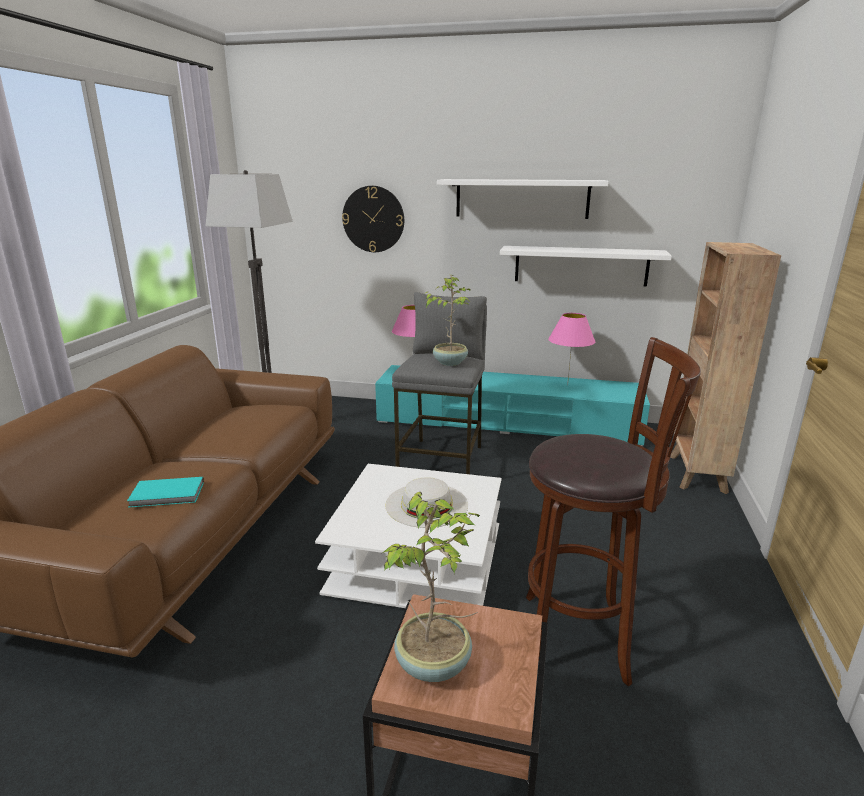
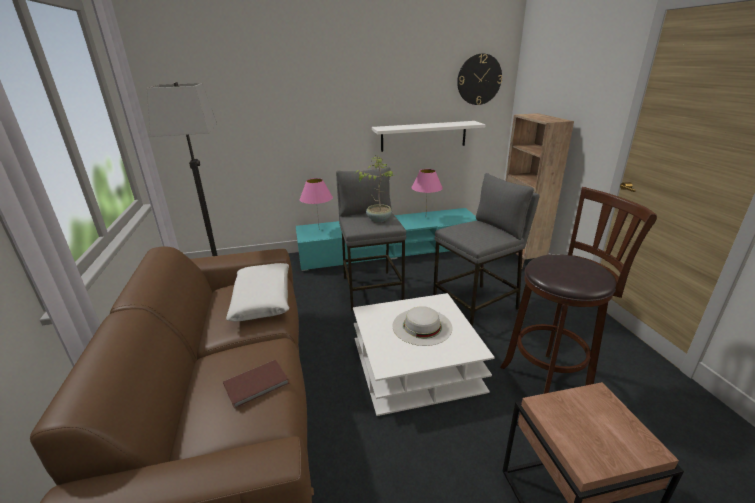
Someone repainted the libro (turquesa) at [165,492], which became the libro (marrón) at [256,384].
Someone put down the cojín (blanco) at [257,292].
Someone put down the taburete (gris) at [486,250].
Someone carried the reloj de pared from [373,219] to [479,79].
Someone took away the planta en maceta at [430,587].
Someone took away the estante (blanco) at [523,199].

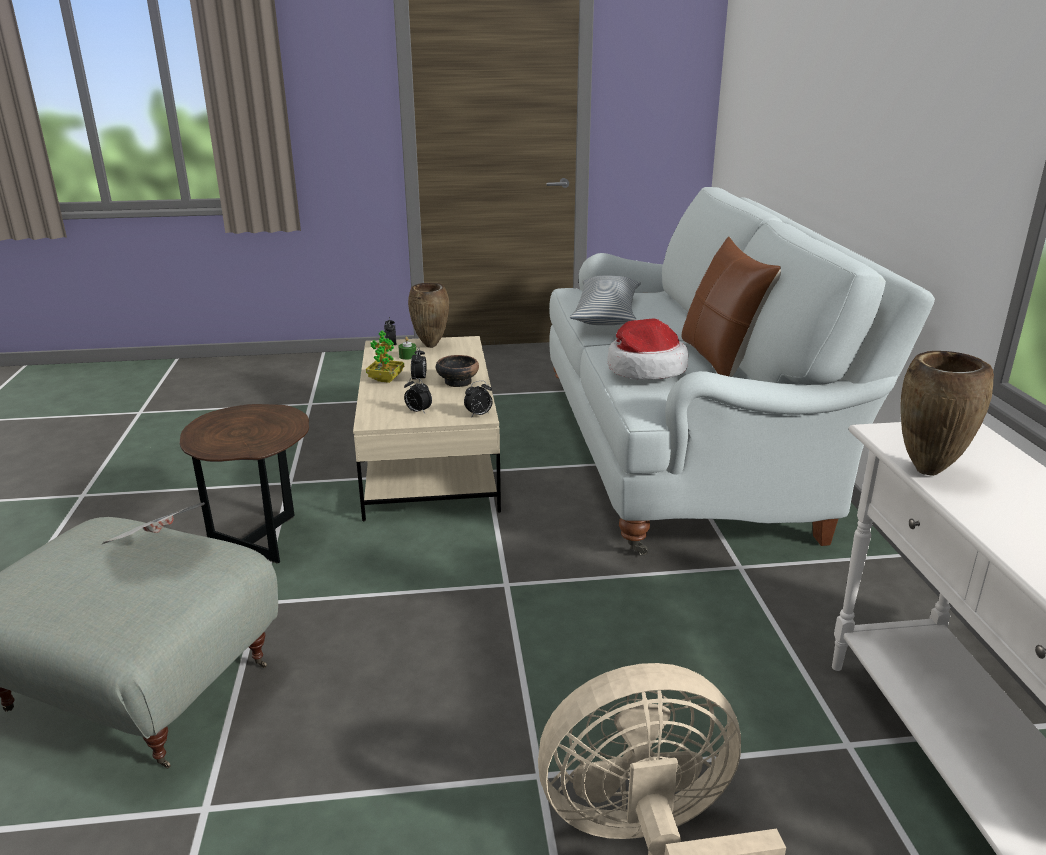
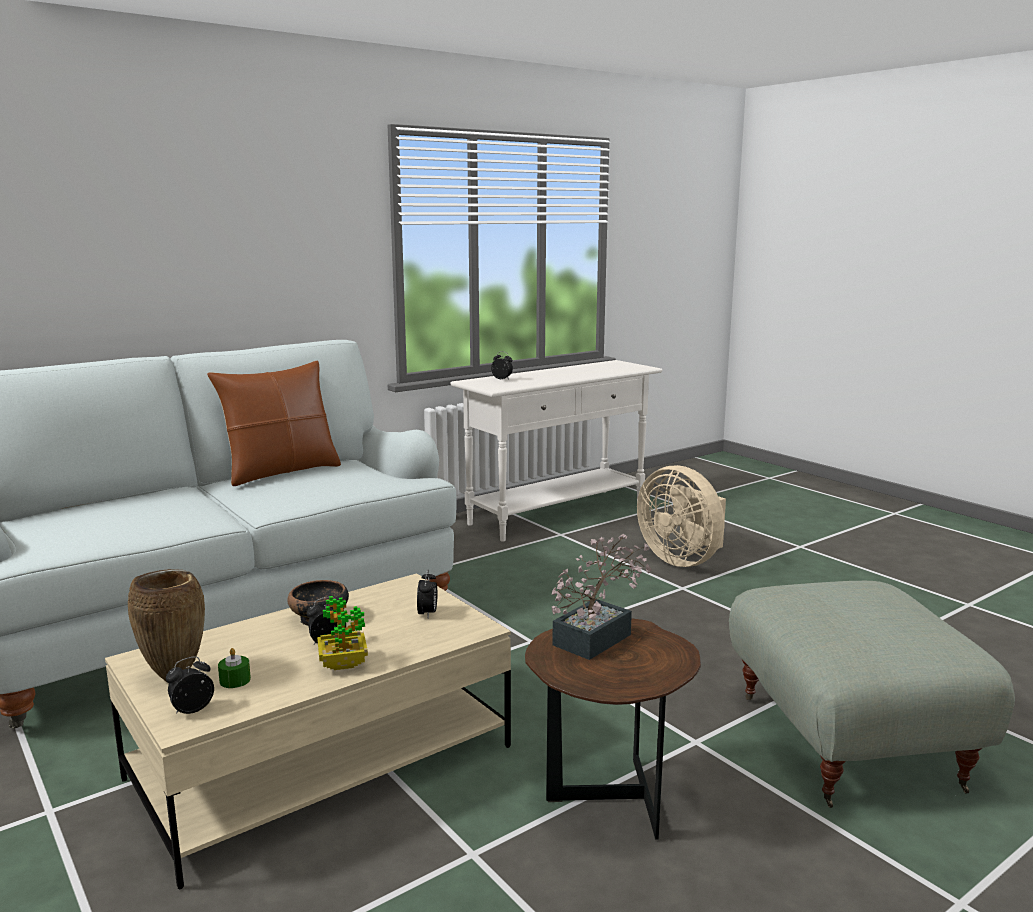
Someone carried the despertador from [478,398] to [502,365].
Someone put down the planta en maceta at [602,597].
Someone took away the periódico at [153,523].
Someone took away the cojín at [605,300].
Someone took away the sombrero at [647,349].
Someone took away the florero (marrón) at [947,413].

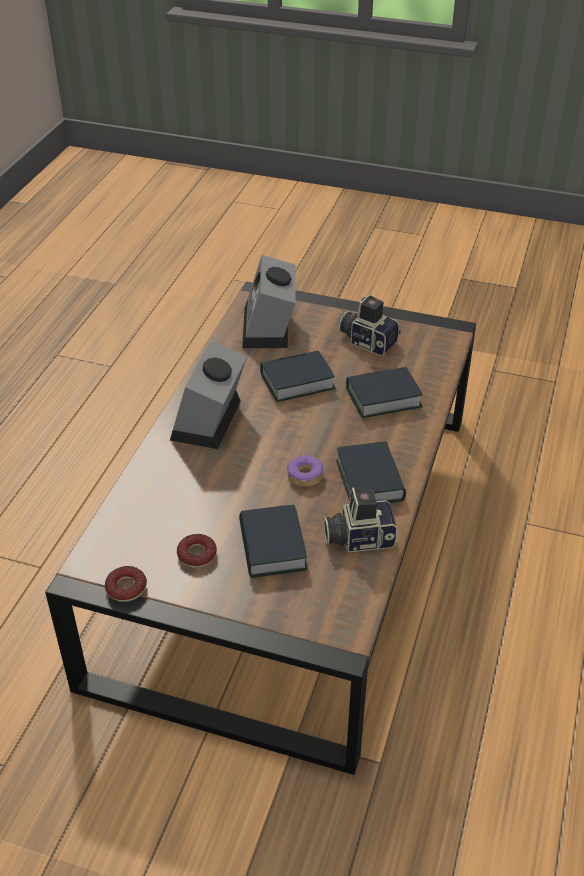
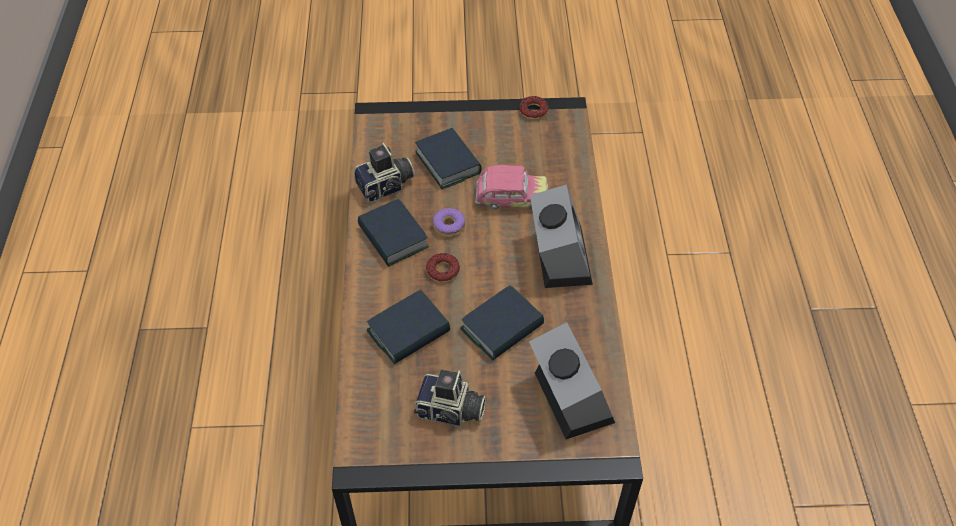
Someone carried the rosquilla from [197,551] to [443,267].
Someone put down the coche de juguete at [511,187].

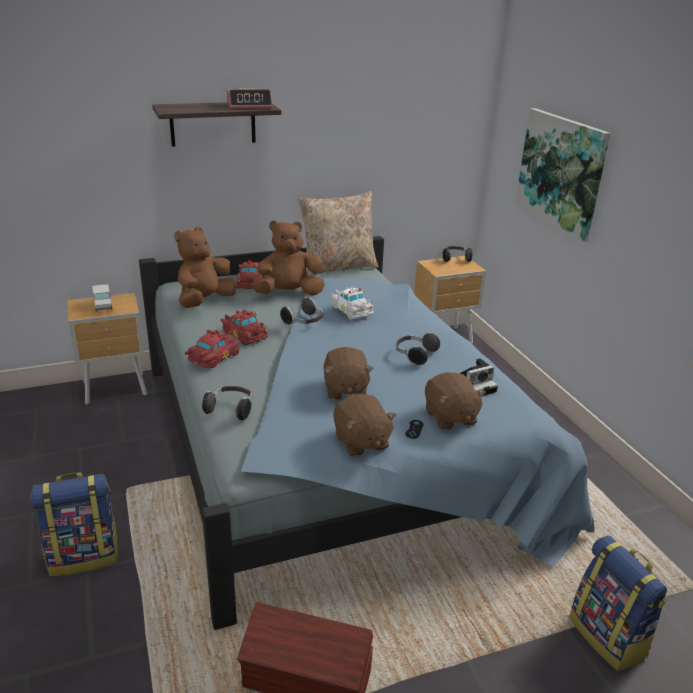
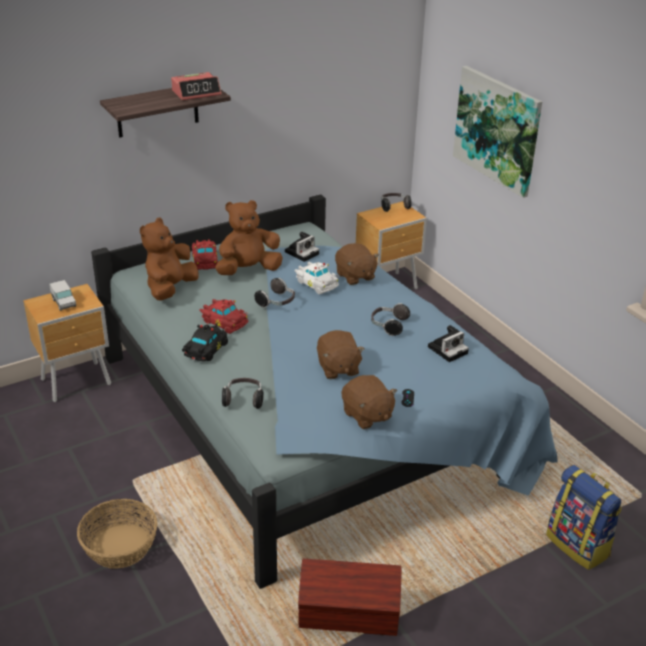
Someone swapped the mochila at [74,524] for the cesta at [117,534].
Someone repainted the coche de juguete (rojo) at [212,349], which became the coche de juguete (negro) at [205,342].
Someone put down the cámara at [302,247].
Someone carried the peluche (marrón) from [455,401] to [357,264].
Someone took away the cojín (beis) at [338,233].

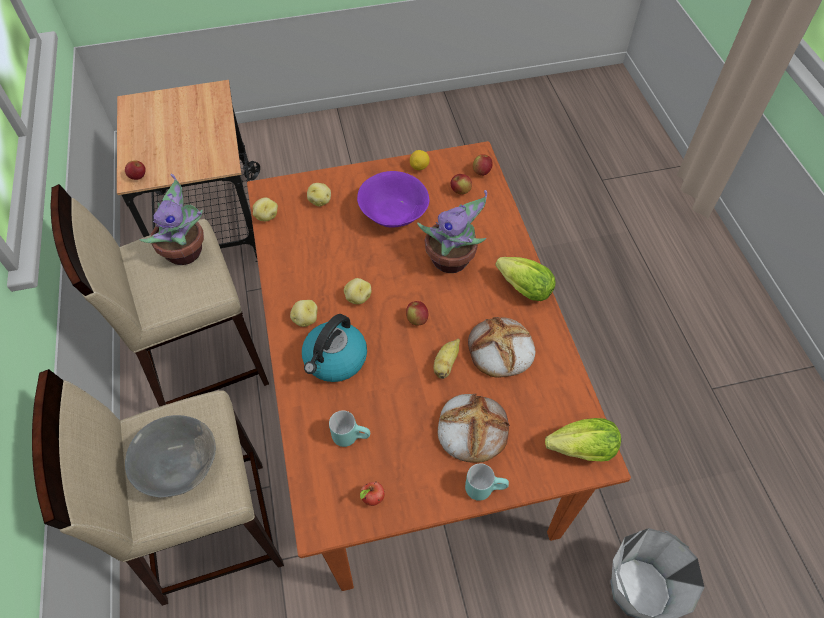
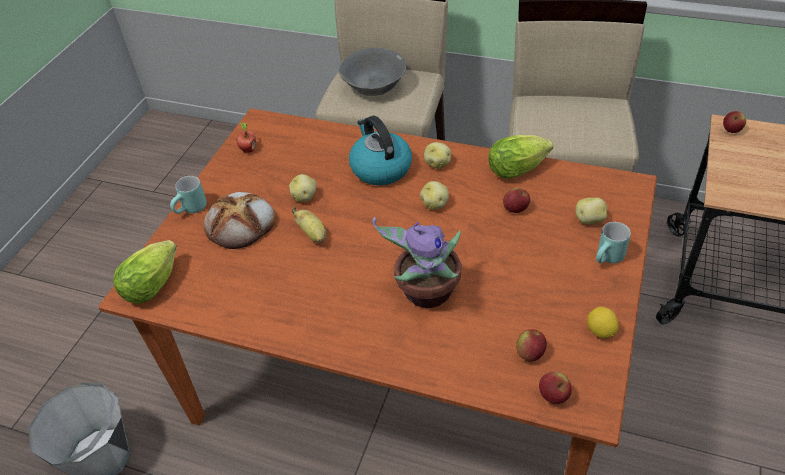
Someone carried the patata from [265,209] to [303,188].
Someone carried the lechuga from [525,279] to [520,157].
Someone carried the manzana from [417,313] to [516,200].
Someone carried the taza grande (turquesa) from [349,428] to [613,243].
Someone took away the planta en maceta at [171,219].
Someone took away the cuenco (morado) at [393,199].
Someone took away the pan at [502,347].

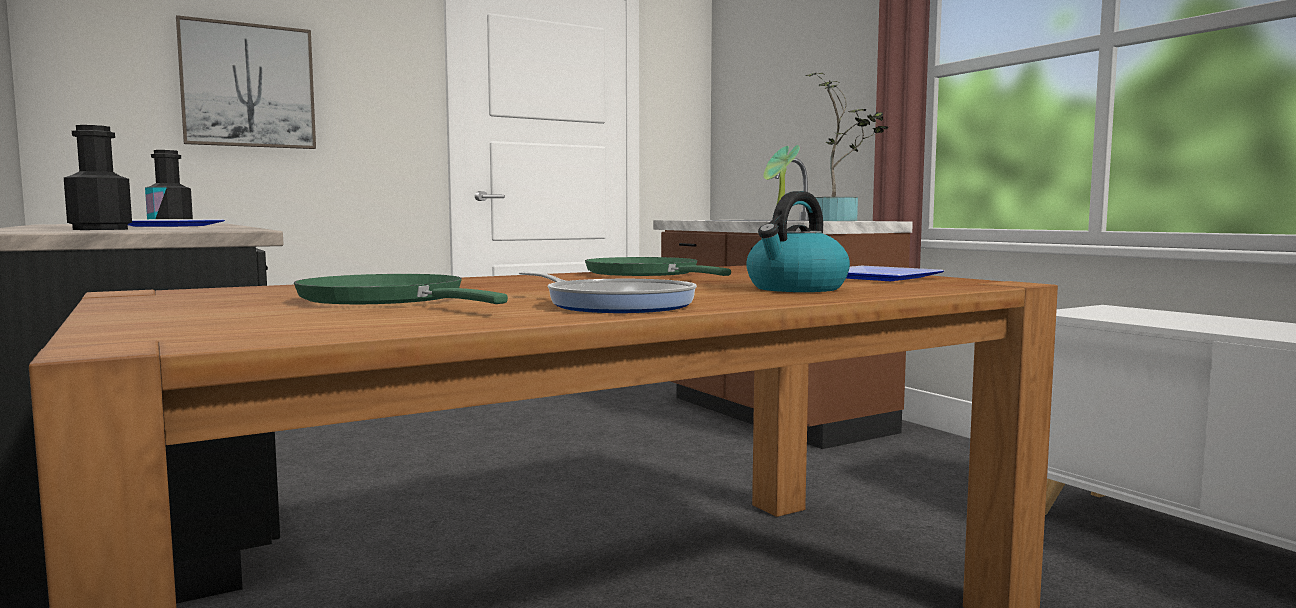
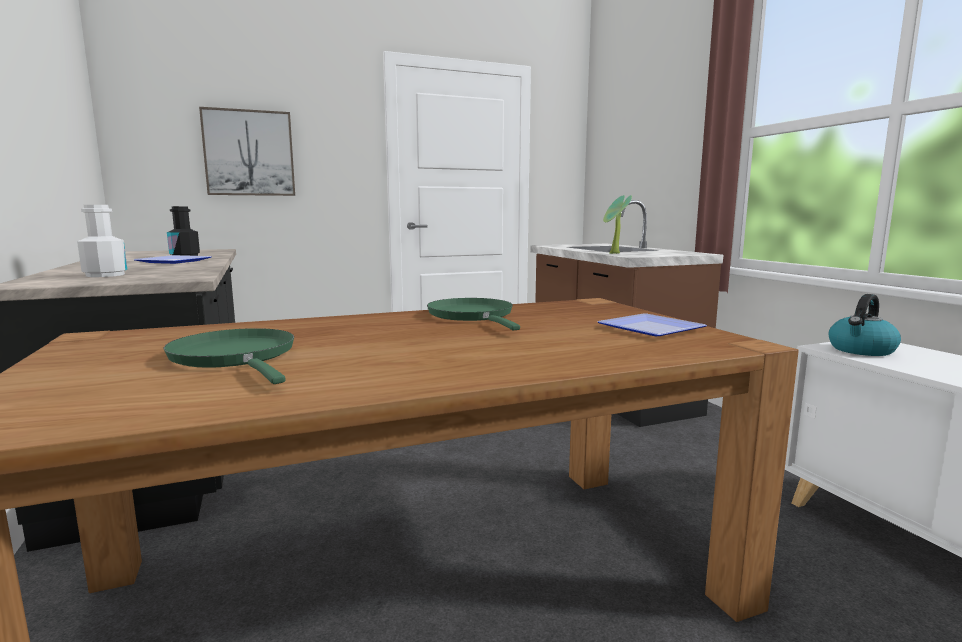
Someone repainted the botella (negro) at [98,177], which became the botella (blanco) at [102,241].
Someone carried the hervidor from [798,241] to [864,325].
Someone took away the sartén at [608,292].
Someone took away the planta en maceta at [846,146].

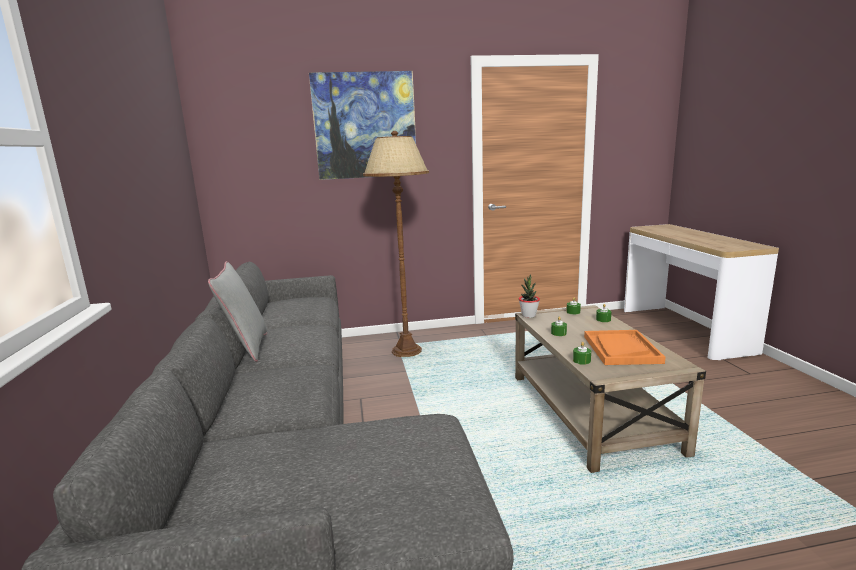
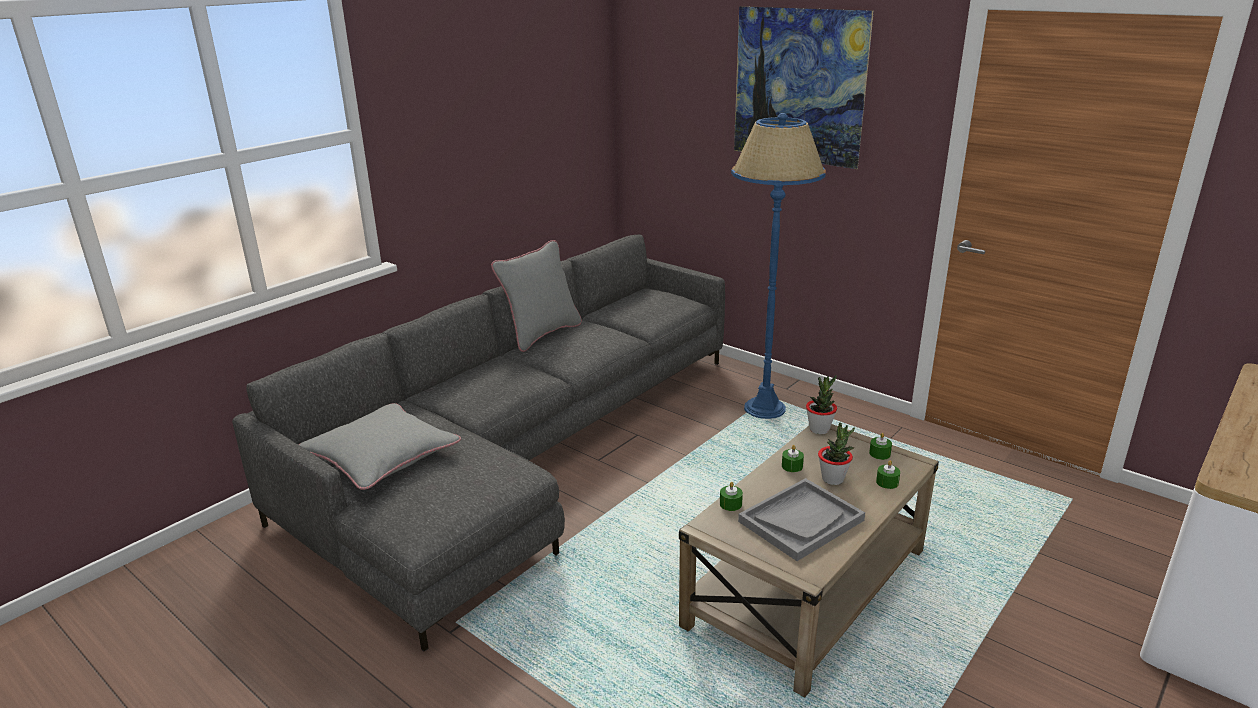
Someone put down the cojín (gris) at [379,446].
Someone repainted the lámpara de pie (marrón) at [396,244], which became the lámpara de pie (azul) at [778,266].
Someone repainted the bandeja (naranja) at [625,347], which became the bandeja (gris) at [801,519].
Someone put down the planta en maceta at [836,453].

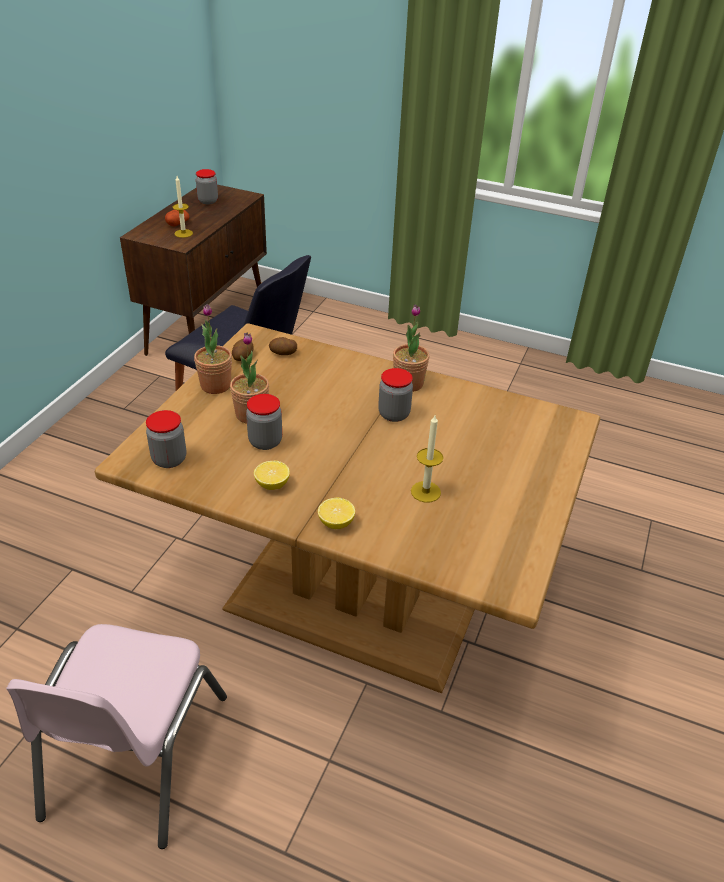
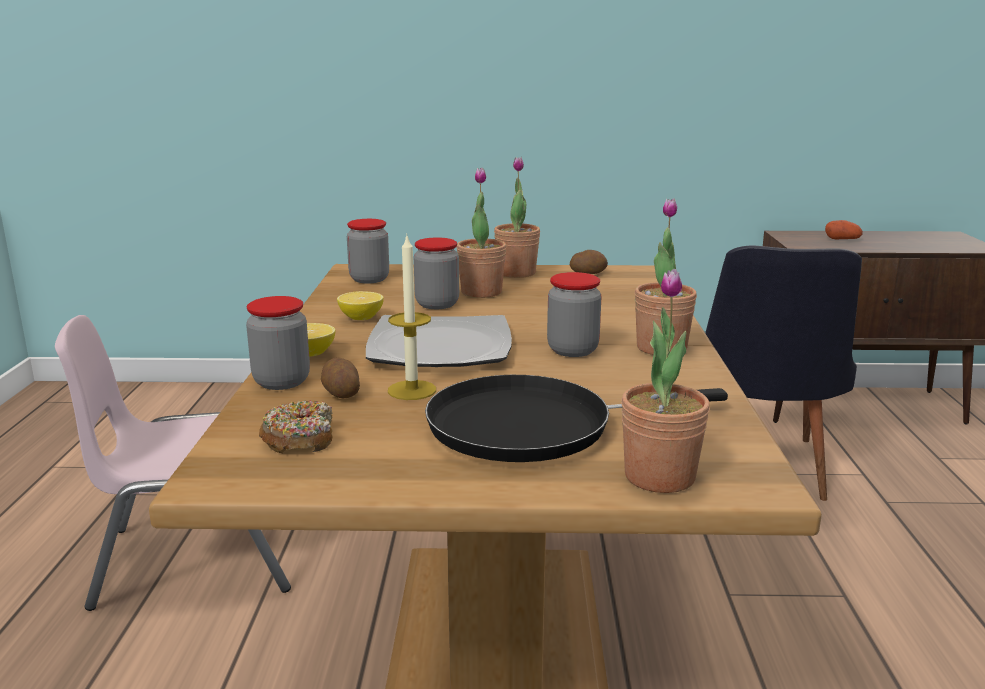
Someone carried the tarro from [207,186] to [278,343].
Someone put down the rosquilla at [296,426].
Someone carried the patata from [283,346] to [340,377].
Someone put down the plato at [439,341].
Someone put down the sartén (negro) at [576,418].
Someone put down the planta en maceta at [665,381].
Someone took away the vela at [183,207].

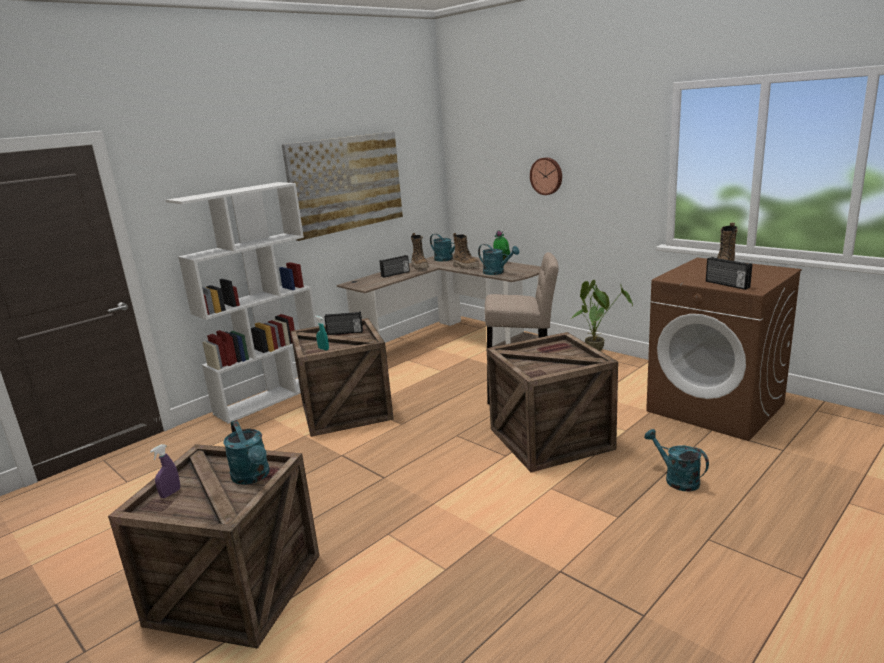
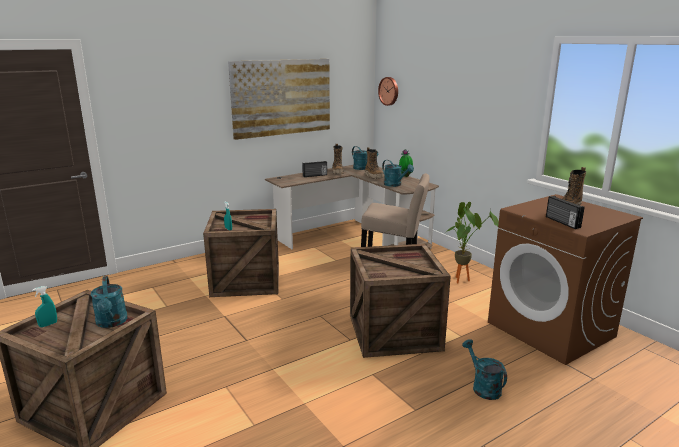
Someone repainted the pulverizador (morado) at [165,471], which became the pulverizador (turquesa) at [44,306].
Someone carried the reloj de pared from [546,176] to [388,91].
Someone took away the estantería (blanco) at [241,303].
Someone took away the radio at [343,323].

